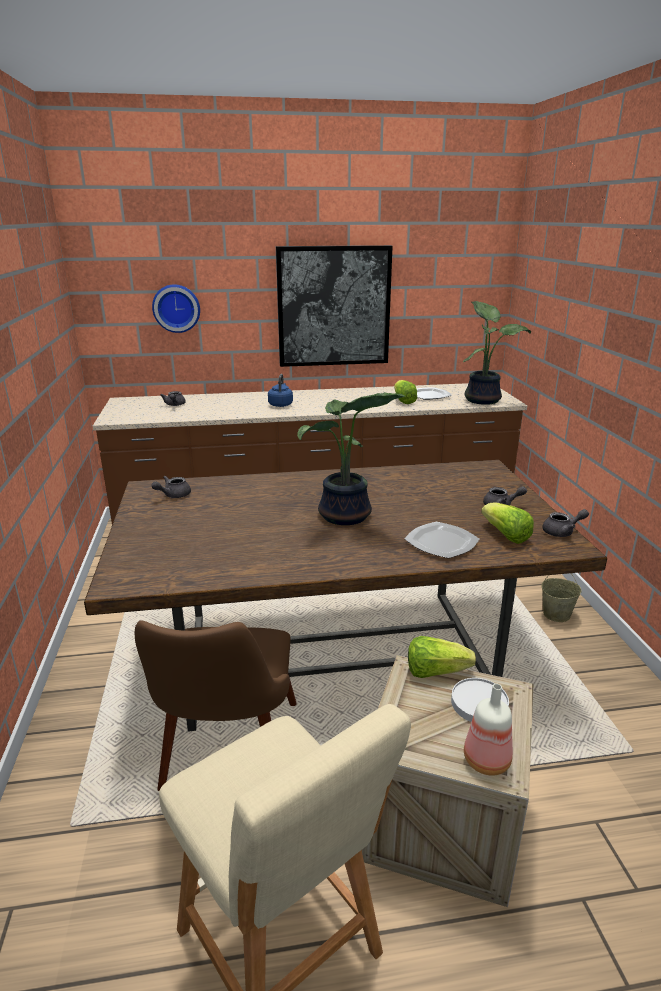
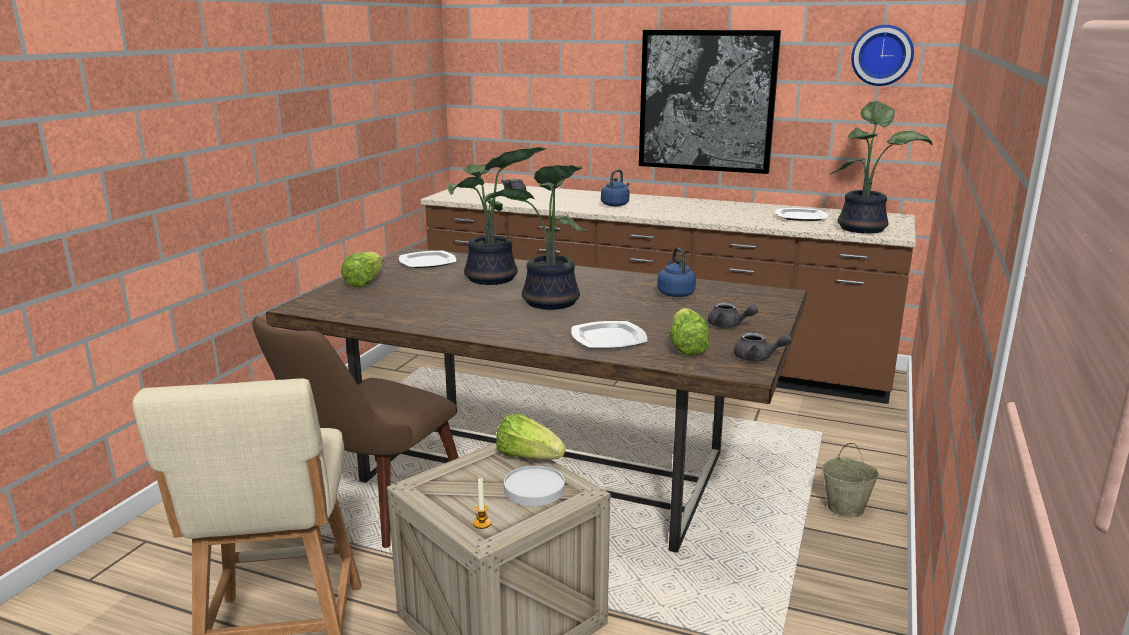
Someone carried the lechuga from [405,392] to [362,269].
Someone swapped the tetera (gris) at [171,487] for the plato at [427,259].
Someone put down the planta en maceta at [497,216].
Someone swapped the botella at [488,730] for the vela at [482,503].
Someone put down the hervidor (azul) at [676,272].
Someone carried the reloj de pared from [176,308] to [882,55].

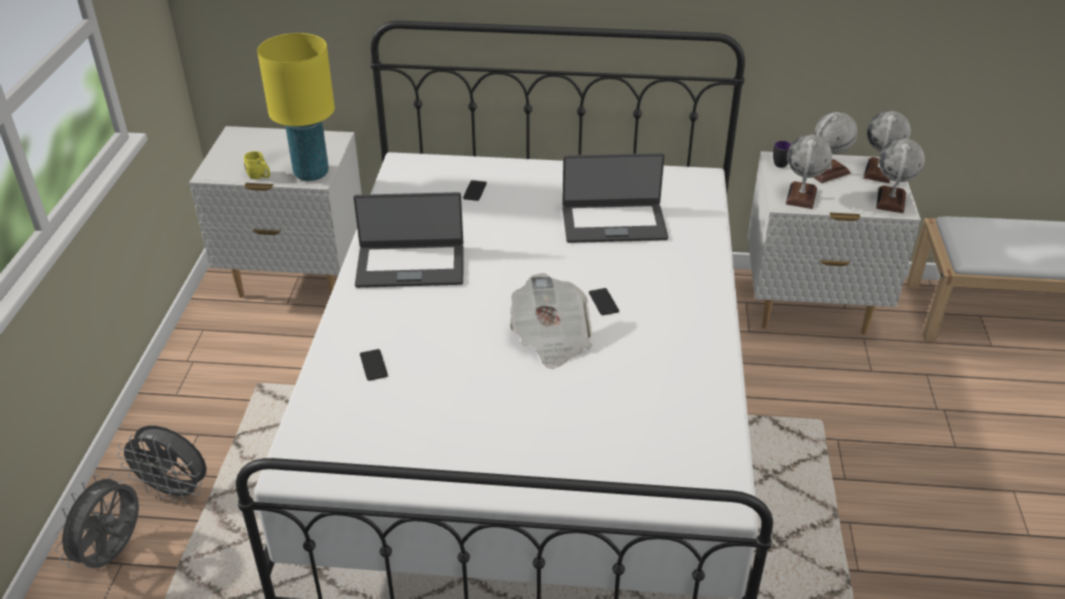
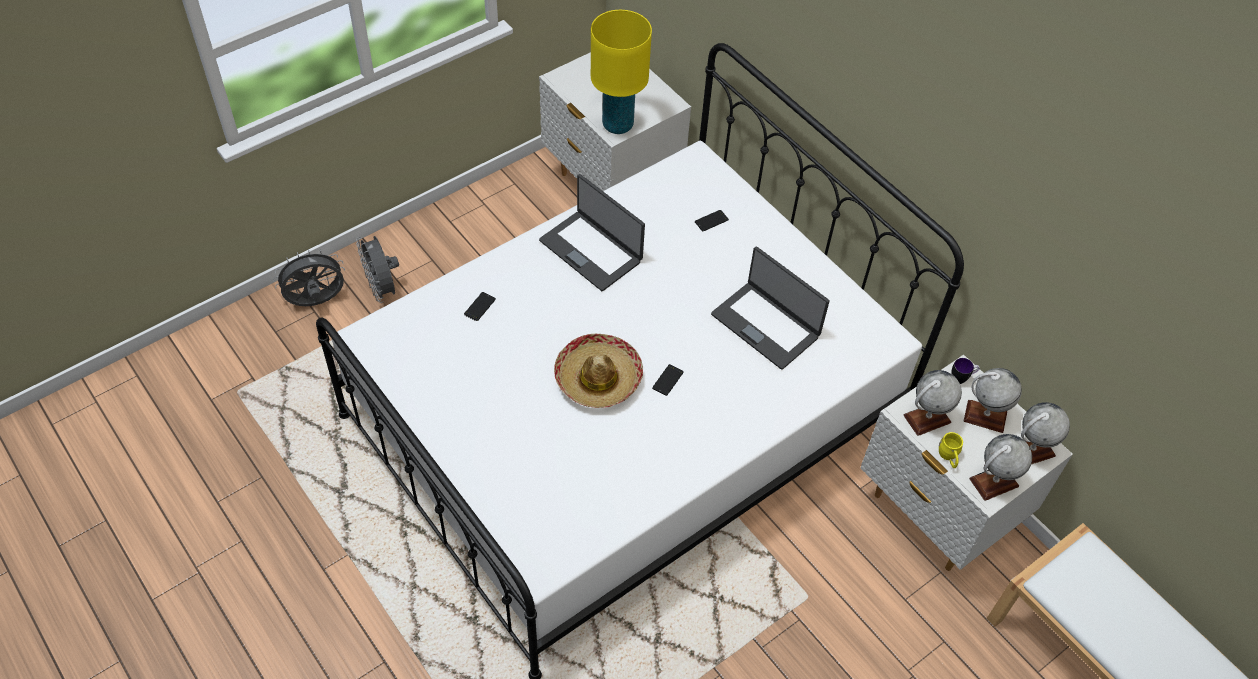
Someone swapped the periódico at [551,321] for the sombrero at [598,371].
Someone carried the taza grande (amarillo) from [257,165] to [951,450].

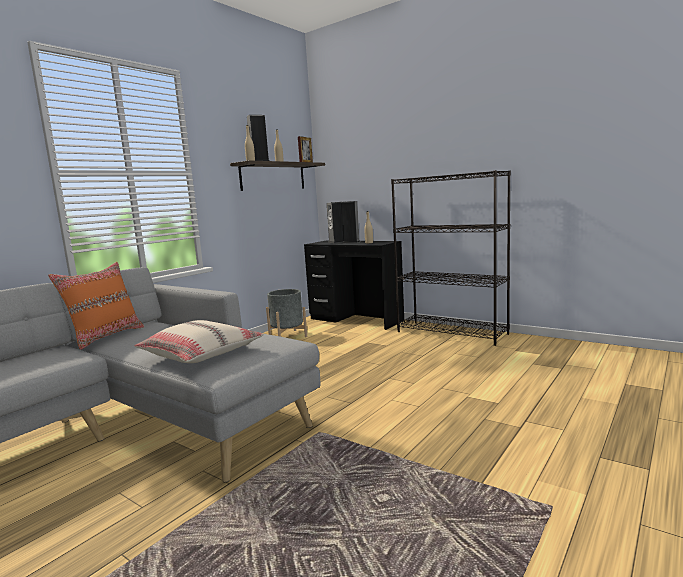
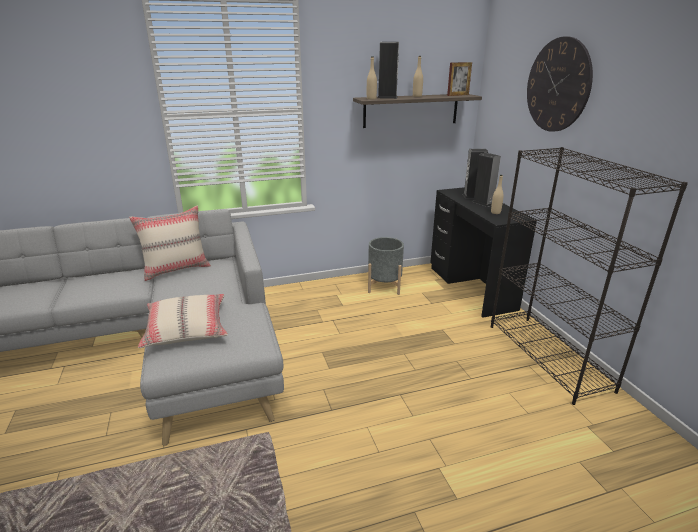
Someone repainted the cojín (naranja) at [96,306], which became the cojín (beis) at [170,243].
Someone put up the reloj de pared at [560,84].

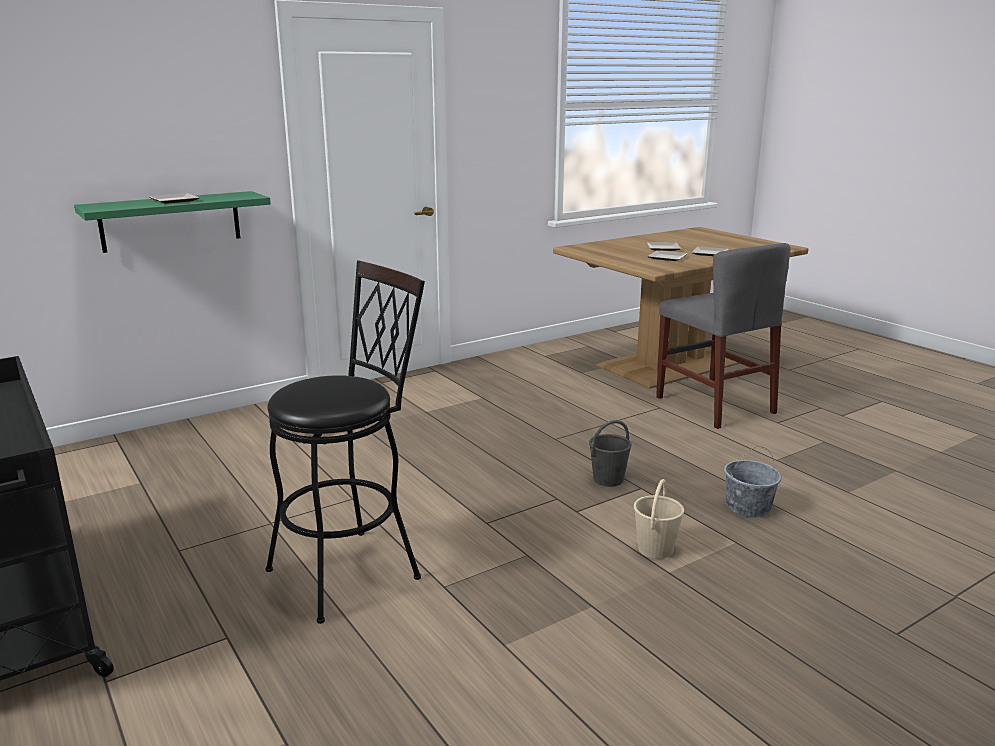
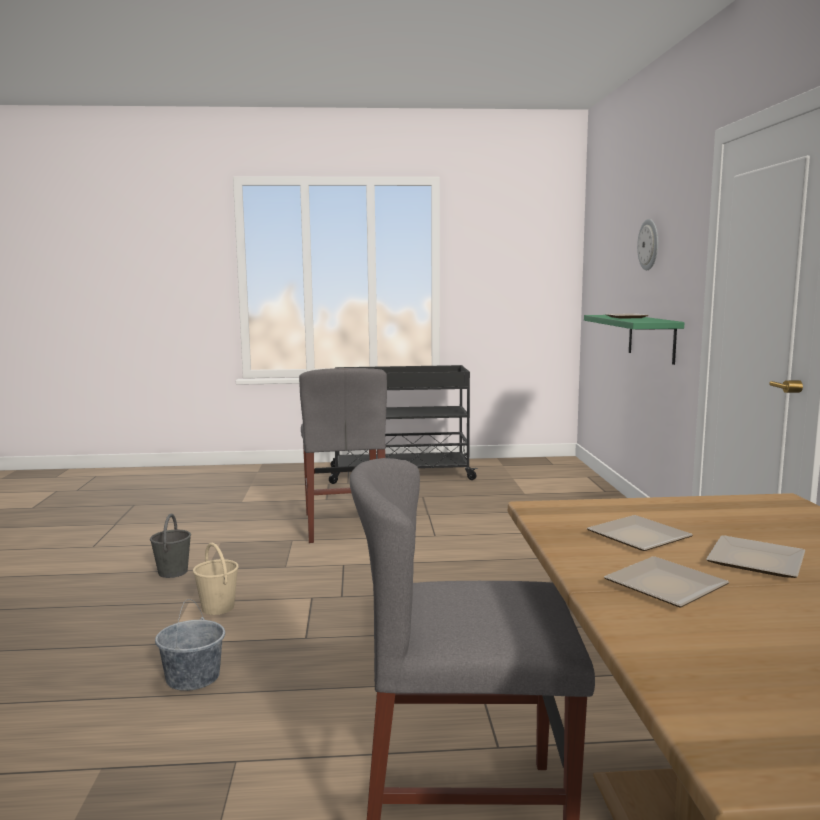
Someone carried the cubo (gris) from [610,453] to [170,546].
Someone swapped the taburete (negro) at [345,442] for the silla (gris) at [343,455].
Someone put up the reloj de pared at [647,244].

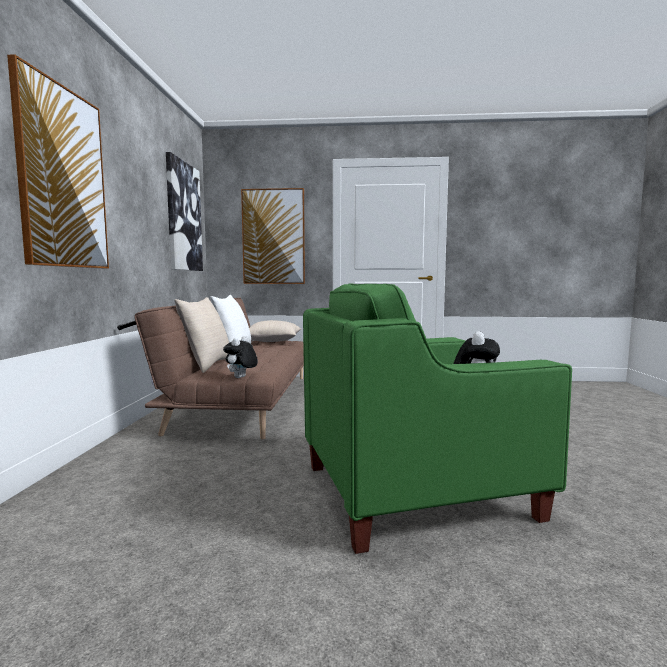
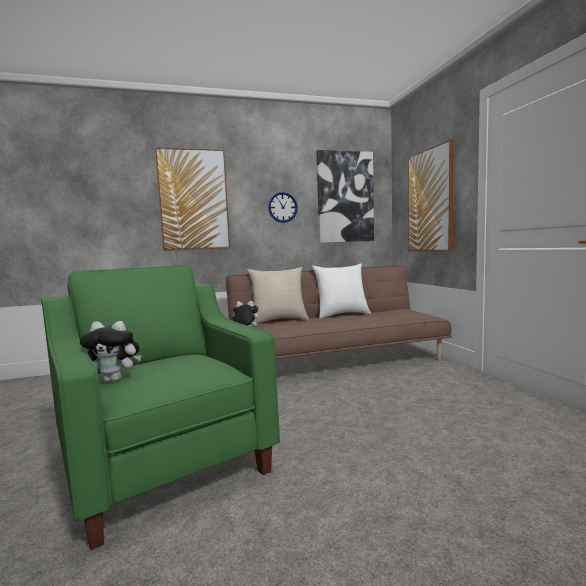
Someone put up the reloj de pared at [283,207].
Someone took away the cojín (beis) at [275,331].

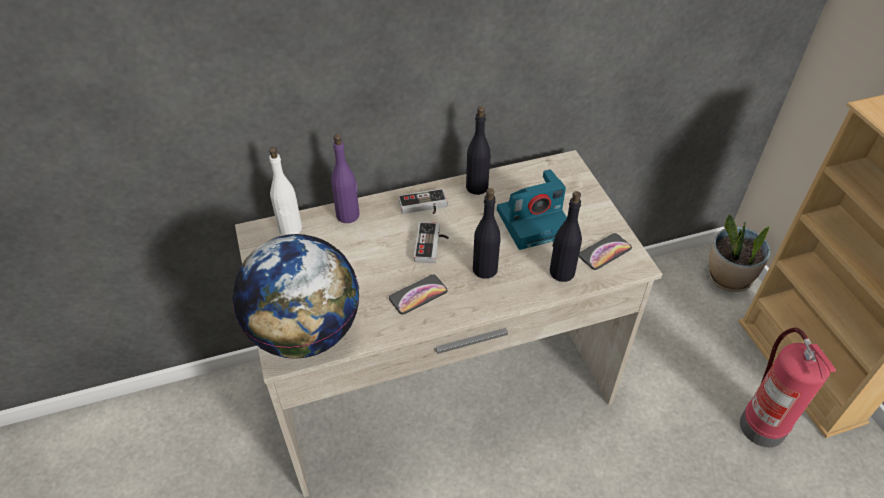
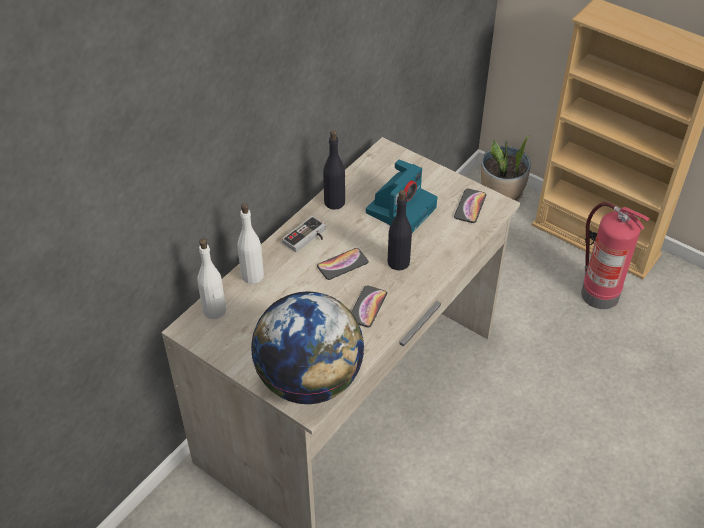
Someone repainted the botella (morado) at [345,178], which became the botella (blanco) at [250,243].
Someone swapped the mando de consola at [431,242] for the móvil at [342,264].
Someone took away the botella (negro) at [566,236].

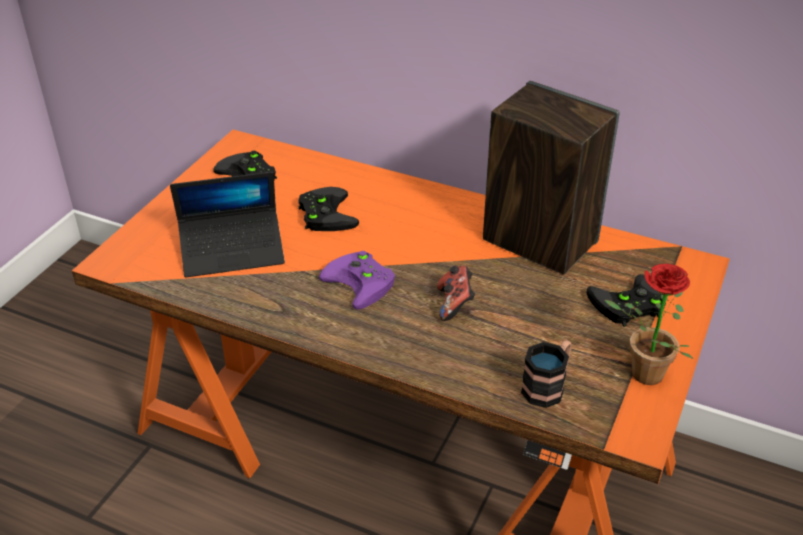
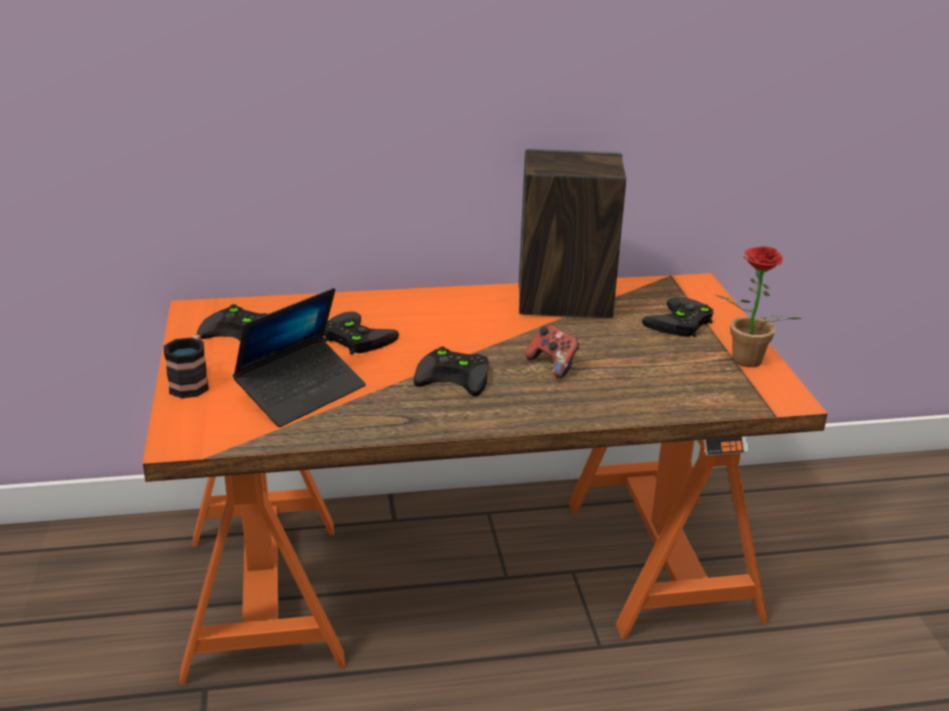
Someone carried the taza grande from [546,374] to [186,366].
Someone repainted the mando de consola (morado) at [357,280], which became the mando de consola (negro) at [451,371].

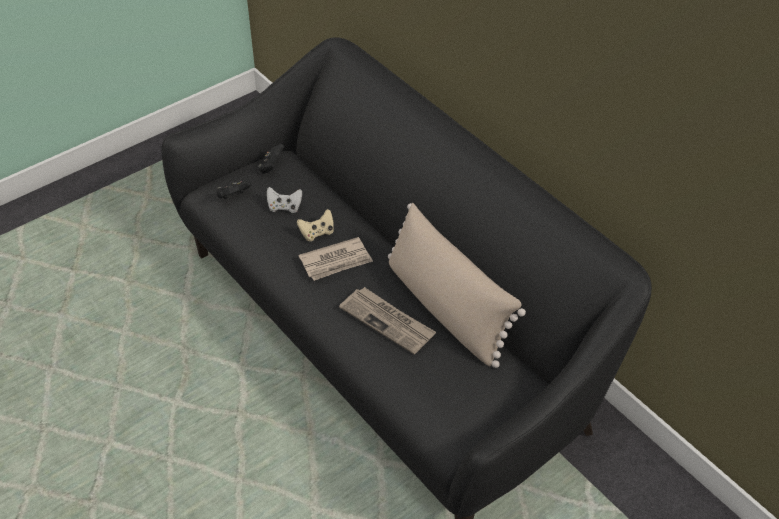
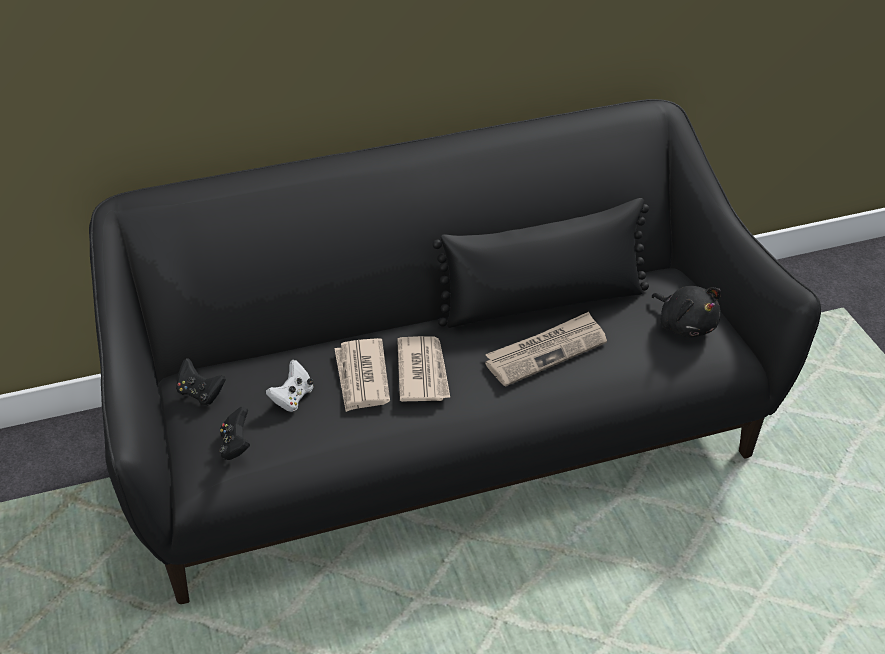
Someone swapped the mando de consola (beis) at [315,225] for the periódico at [362,375].
Someone repainted the cojín (beis) at [457,285], which became the cojín (negro) at [540,263].
Someone put down the peluche (negro) at [686,311].

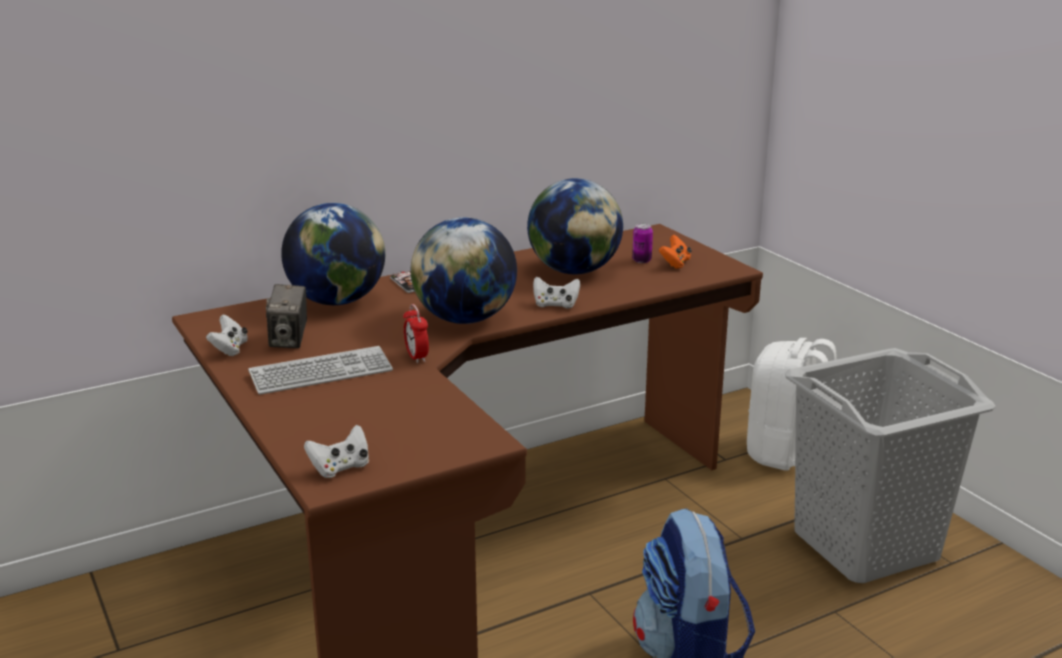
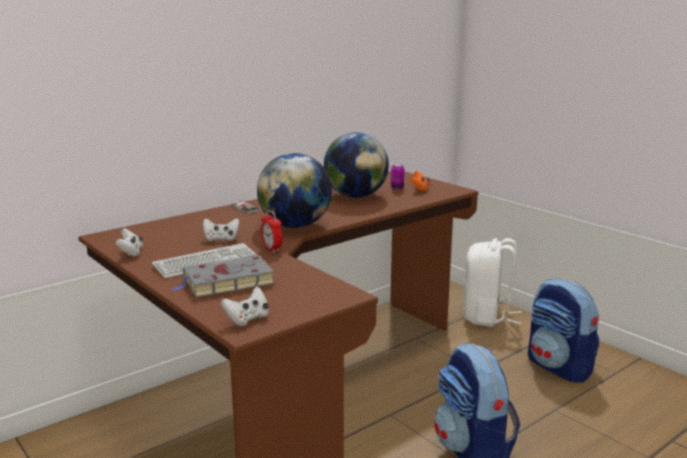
Someone put down the libro (gris) at [223,276].
Someone carried the mando de consola (blanco) from [556,293] to [221,229].
Someone swapped the cesto de la ropa (gris) at [890,465] for the mochila at [563,330].
Someone took away the cámara at [286,316].
Someone took away the globo terráqueo at [333,254].

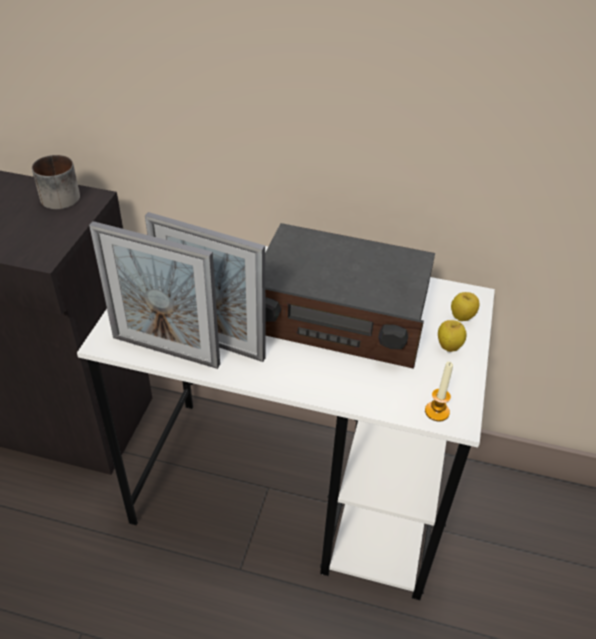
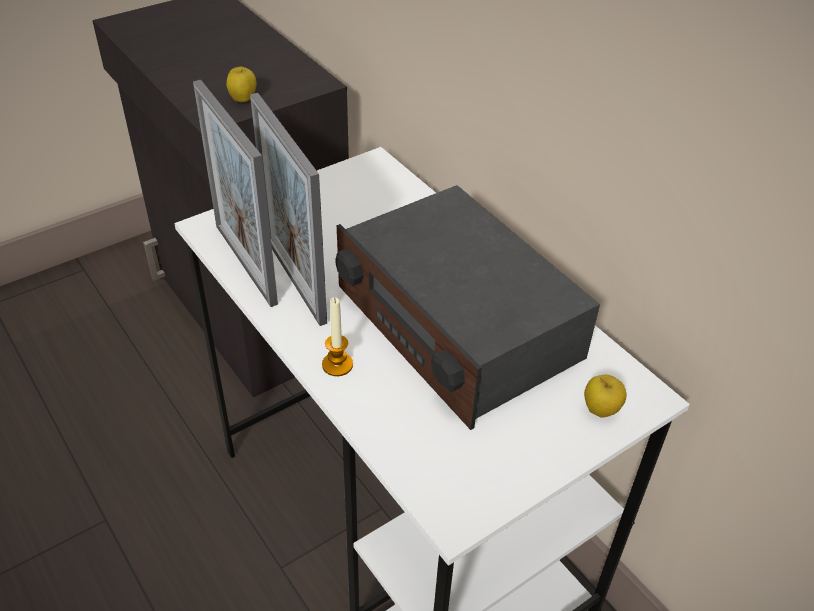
Someone carried the manzana from [452,336] to [241,85].
Someone carried the vela from [439,391] to [337,336].
Someone took away the taza grande at [56,182].

